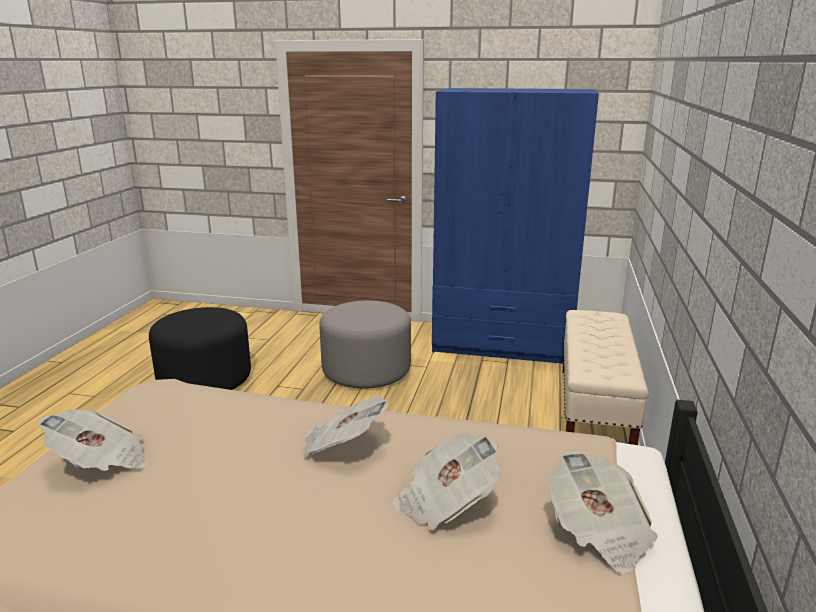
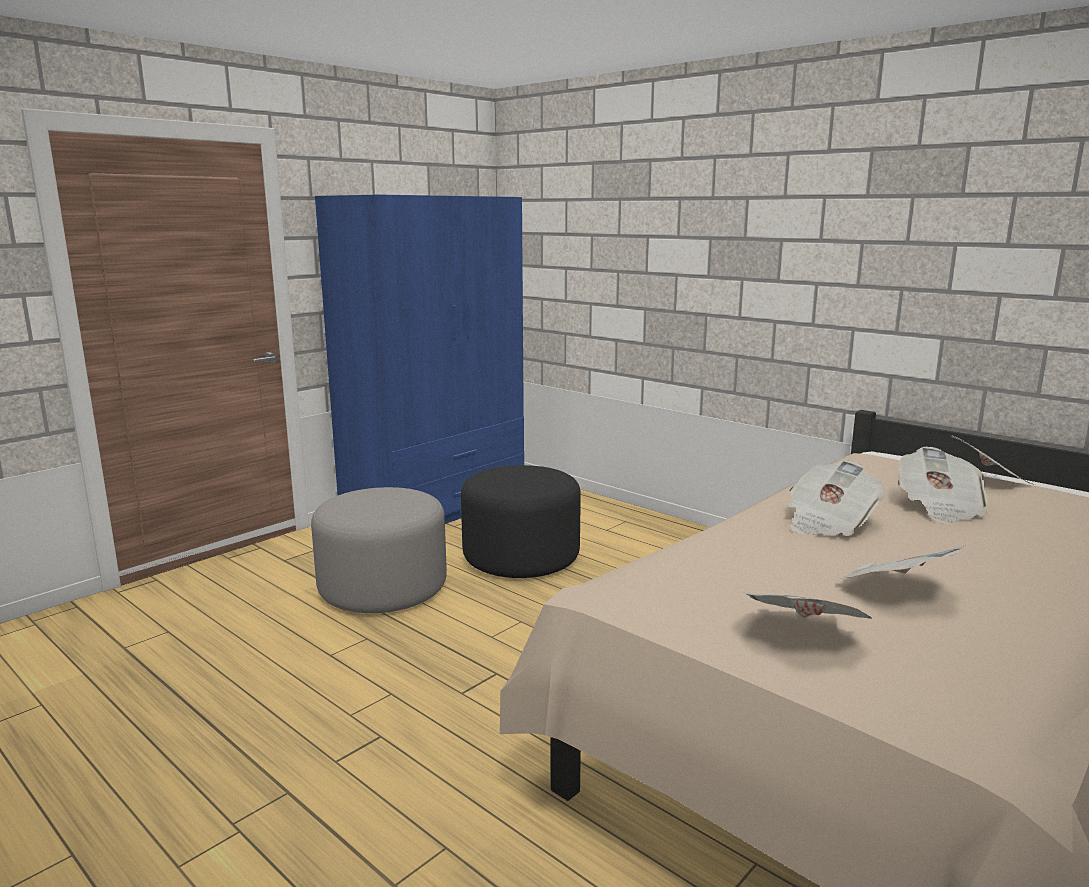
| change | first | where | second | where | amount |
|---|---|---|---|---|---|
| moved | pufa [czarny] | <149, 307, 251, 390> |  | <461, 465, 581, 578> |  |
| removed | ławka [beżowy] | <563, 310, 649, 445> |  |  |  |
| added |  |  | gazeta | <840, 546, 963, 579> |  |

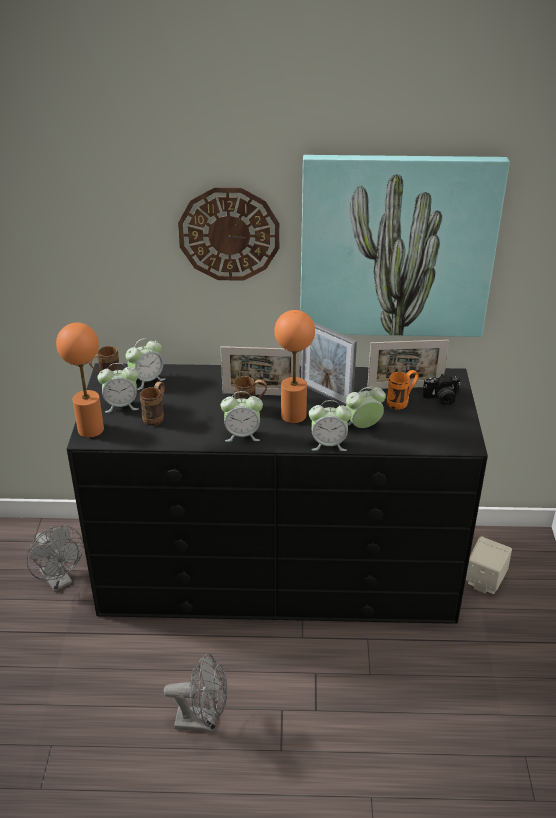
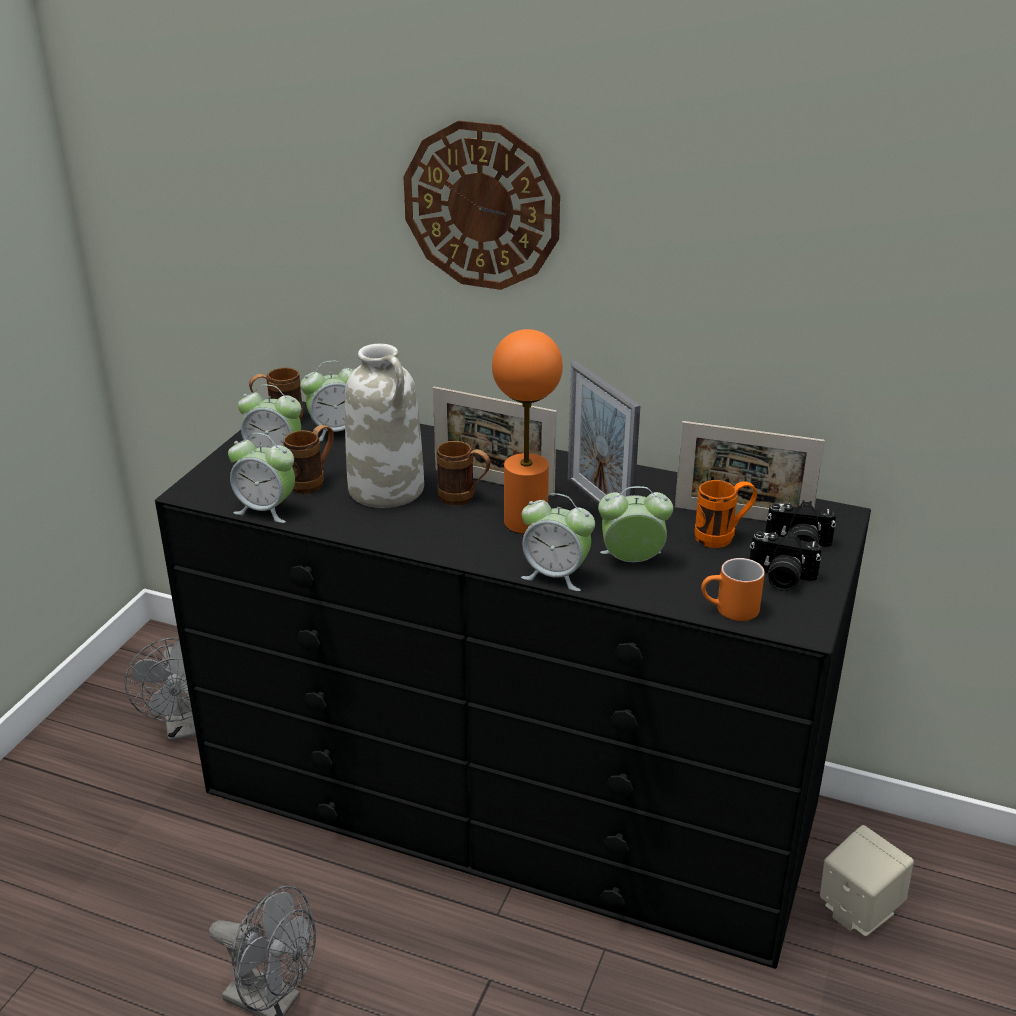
| change | first | where | second | where | amount |
|---|---|---|---|---|---|
| removed | obraz | <300, 155, 510, 337> |  |  |  |
| removed | lampa stołowa [pomarańczowy] | <56, 323, 104, 438> |  |  |  |
| moved | budzik | <221, 391, 263, 442> |  | <228, 433, 295, 523> |  |
| added |  |  | wazon [biały] | <345, 344, 424, 508> |  |
| added |  |  | aparat fotograficzny | <750, 531, 822, 591> |  |
| added |  |  | kubek [pomarańczowy] | <701, 558, 765, 621> |  |

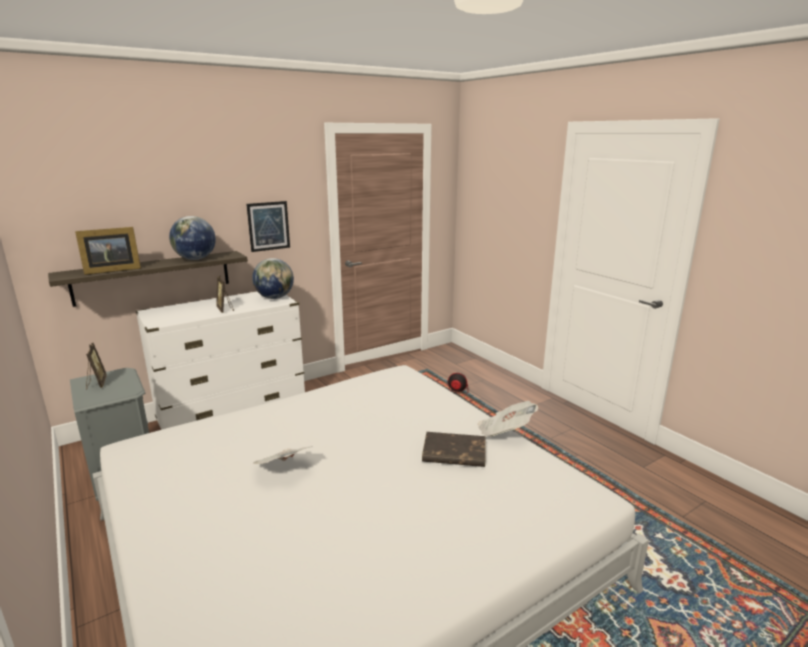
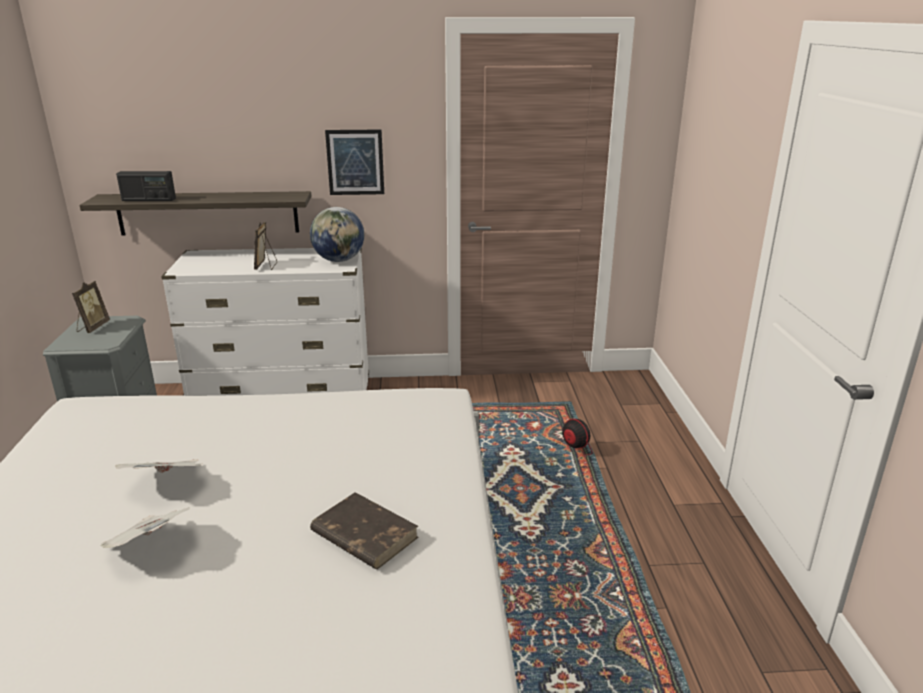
| change | first | where | second | where | amount |
|---|---|---|---|---|---|
| removed | globus | <169, 216, 216, 260> |  |  |  |
| replaced | ramka na zdjęcie | <75, 227, 141, 275> | radio | <116, 171, 176, 201> |  |
| moved | gazeta | <478, 401, 538, 437> |  | <100, 507, 189, 548> |  |

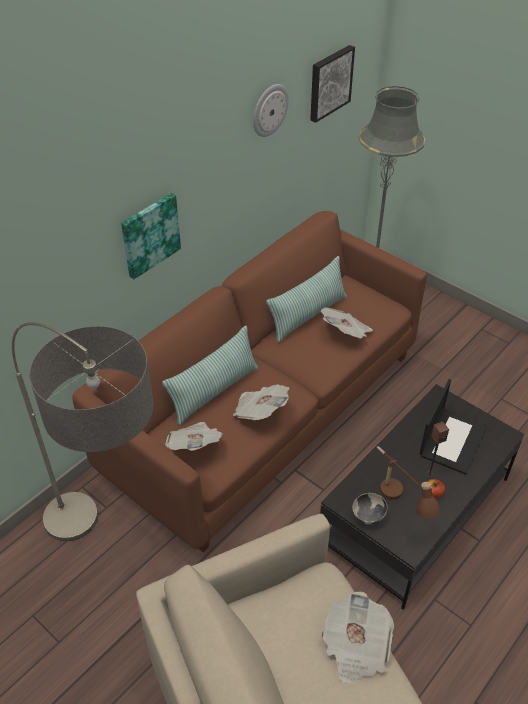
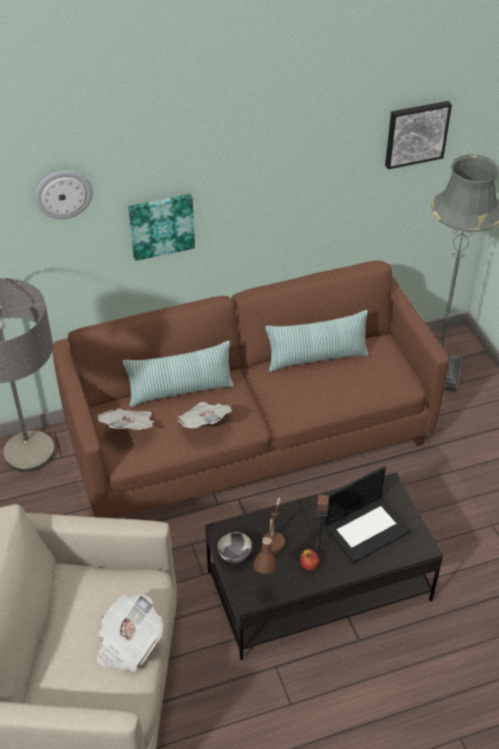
| change | first | where | second | where | amount |
|---|---|---|---|---|---|
| moved | zegar ścienny | <253, 84, 289, 137> |  | <35, 170, 93, 219> |  |
| removed | gazeta | <321, 307, 373, 339> |  |  |  |

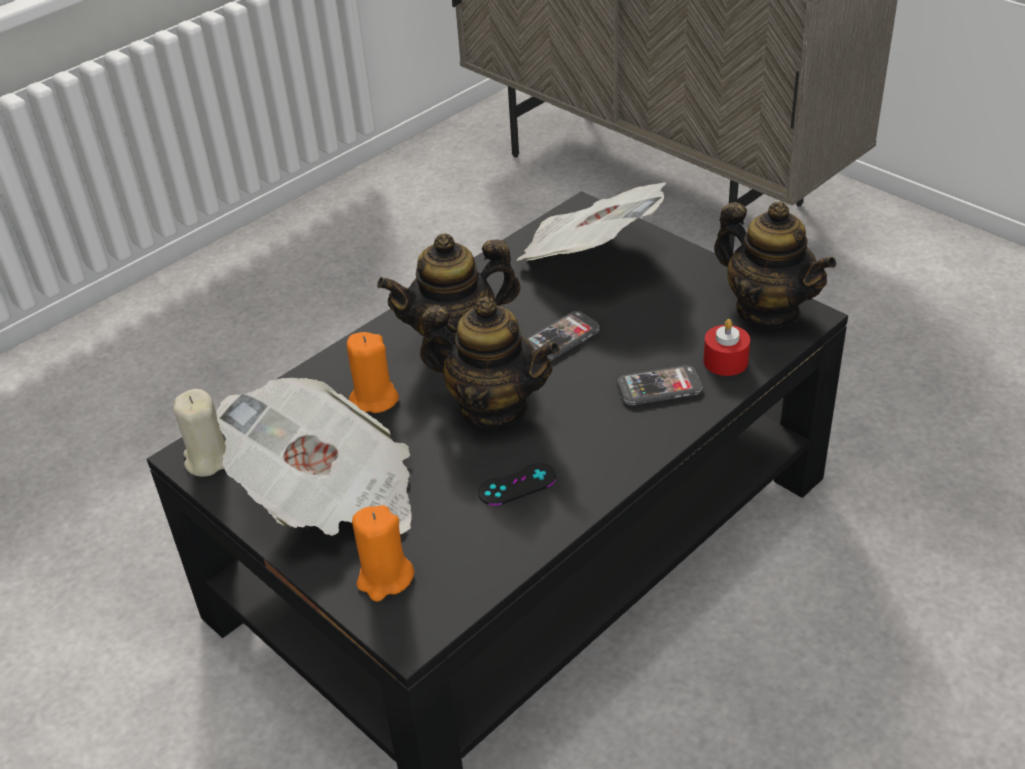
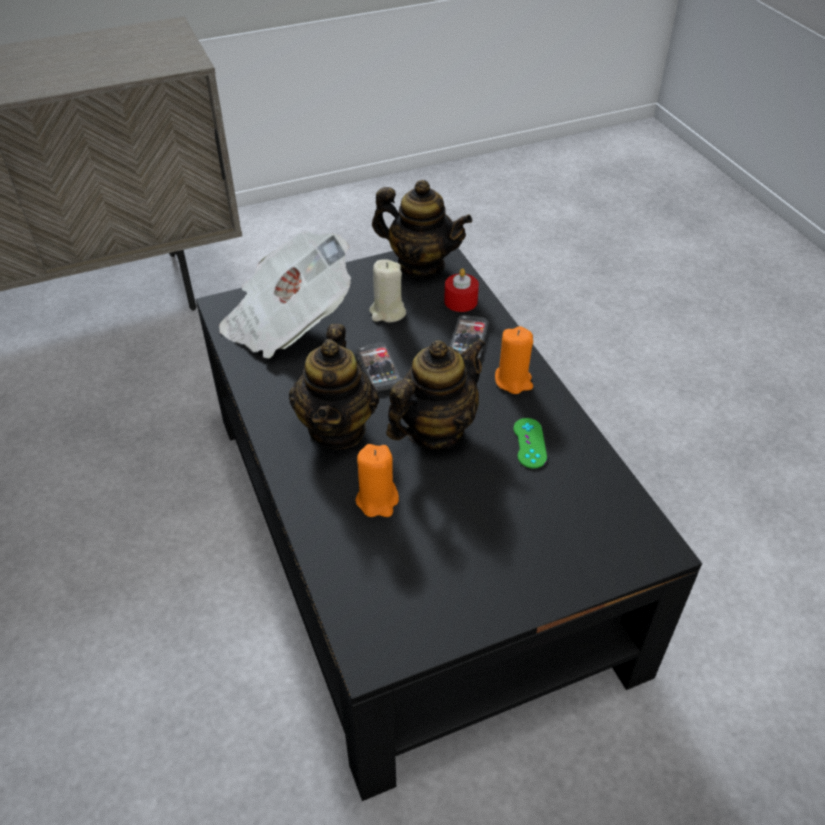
| change | first | where | second | where | amount |
|---|---|---|---|---|---|
| turned | imbryk | <714, 201, 836, 328> |  | <372, 180, 473, 277> | 45 degrees clockwise |
| removed | gazeta | <216, 378, 412, 536> |  |  |  |
| moved | świeca [beżowy] | <173, 389, 226, 477> |  | <369, 259, 406, 323> |  |
| recoloured | pad do gier [czarny] | <478, 463, 556, 506> | pad do gier [zielony] | <513, 418, 547, 468> |  |
| moved | świeca [pomarańczowy] | <352, 505, 414, 601> |  | <495, 326, 533, 394> |  |

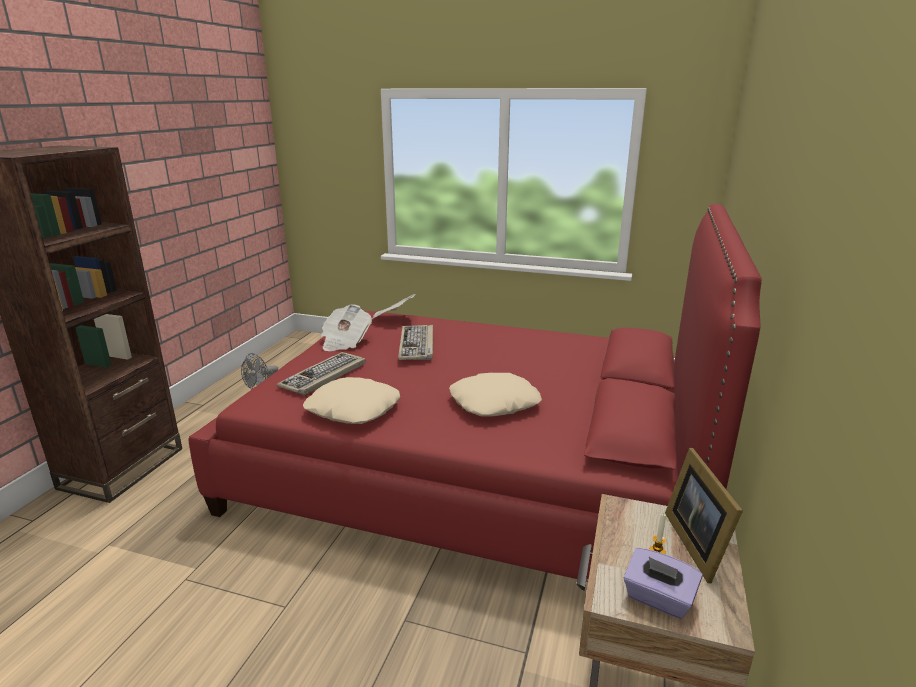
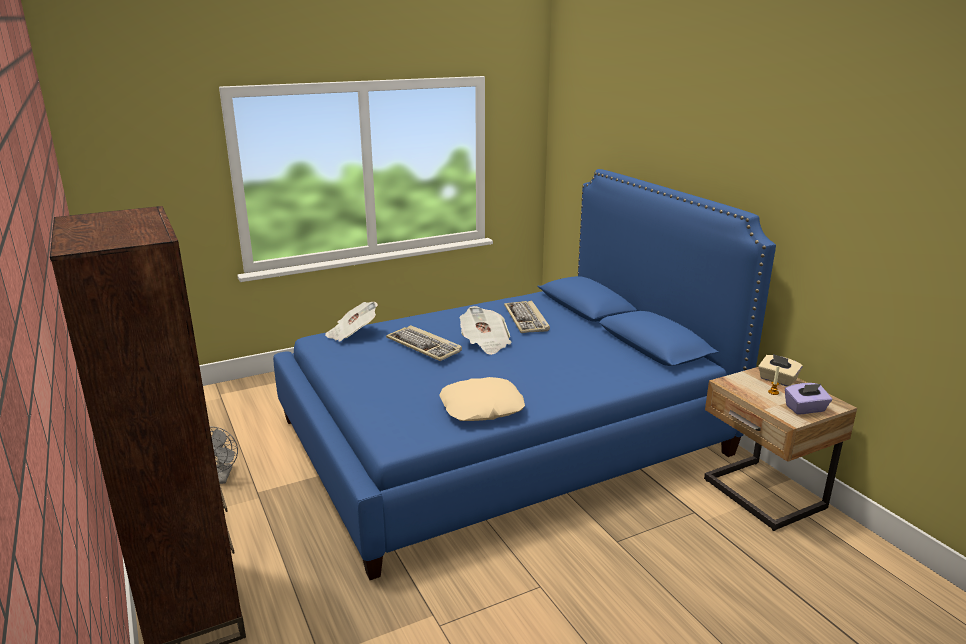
| change | first | where | second | where | amount |
|---|---|---|---|---|---|
| recoloured | łóżko [czerwony] | <188, 203, 762, 582> | łóżko [niebieski] | <273, 169, 776, 580> |  |
| moved | gazeta | <321, 304, 372, 351> |  | <460, 306, 512, 355> |  |
| moved | klawiatura | <277, 352, 366, 395> |  | <504, 300, 550, 333> |  |
| removed | poduszka [beżowy] | <449, 373, 542, 417> |  |  |  |
| replaced | ramka na zdjęcie | <665, 448, 743, 584> | pudełko chusteczek [beżowy] | <758, 354, 803, 387> |  |

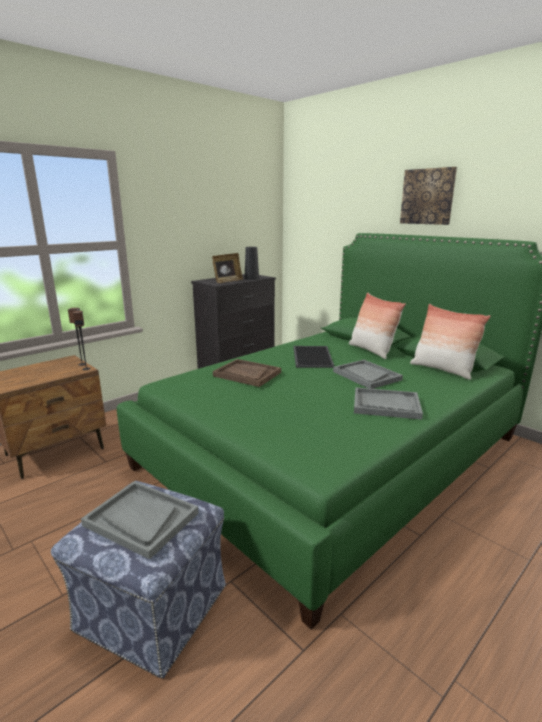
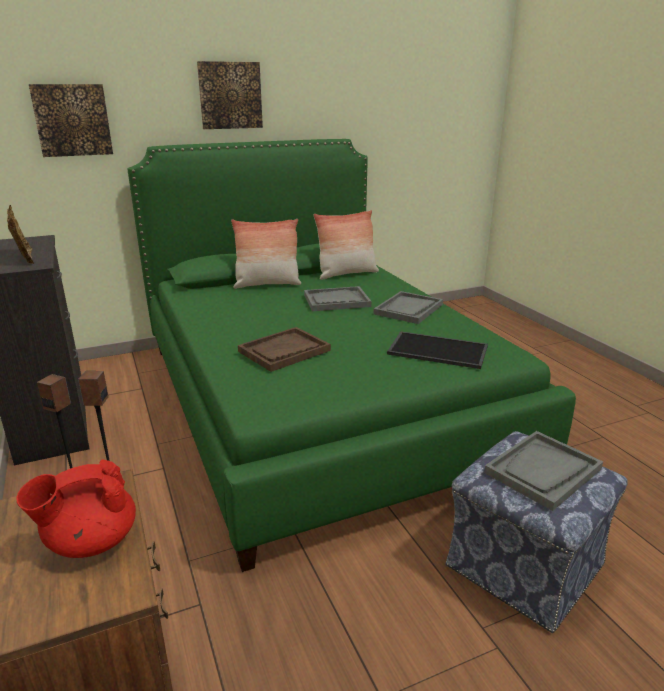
| change | first | where | second | where | amount |
|---|---|---|---|---|---|
| removed | wazon [czarny] | <245, 247, 259, 280> |  |  |  |
| moved | taca | <293, 346, 334, 368> |  | <387, 331, 488, 369> |  |
| added |  |  | obraz | <29, 84, 113, 157> |  |
| added |  |  | imbryk [czerwony] | <16, 460, 136, 558> |  |

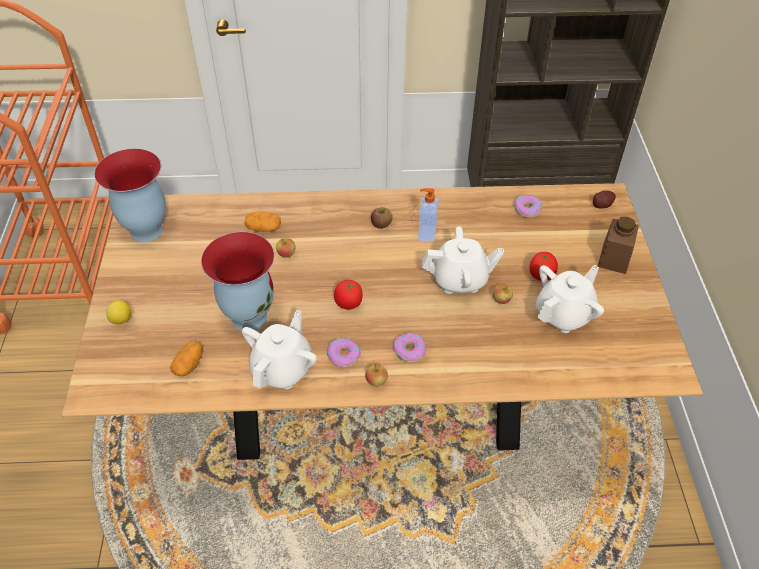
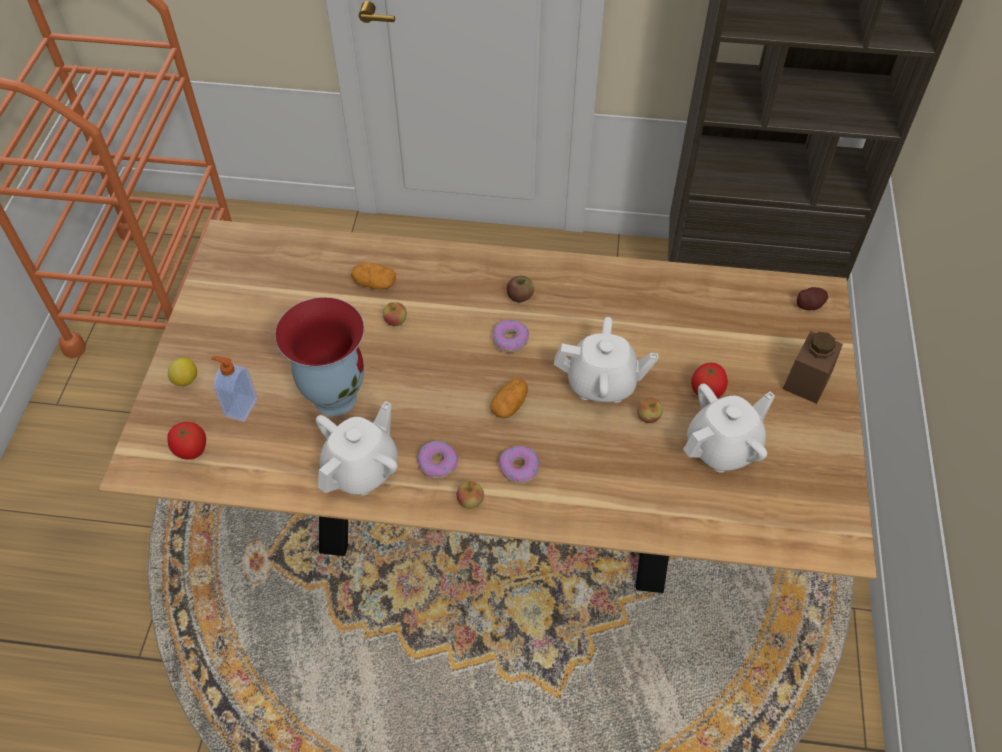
| change | first | where | second | where | amount |
|---|---|---|---|---|---|
| removed | wazon | <94, 149, 166, 242> |  |  |  |
| moved | dozownik mydła | <418, 188, 439, 242> |  | <211, 356, 258, 422> |  |
| moved | donut | <514, 195, 542, 218> |  | <493, 320, 529, 353> |  |
| moved | pomidor | <334, 280, 363, 309> |  | <167, 422, 206, 460> |  |
| moved | ziemniak | <170, 340, 203, 376> |  | <490, 378, 528, 418> |  |

